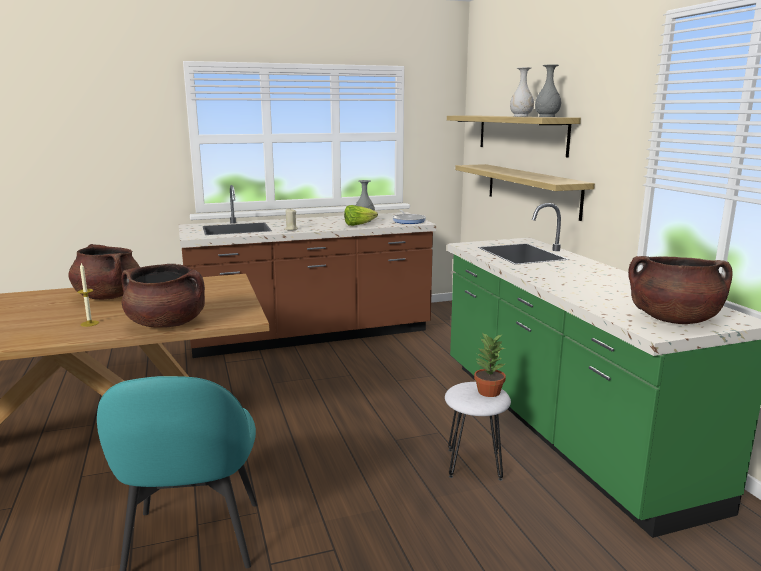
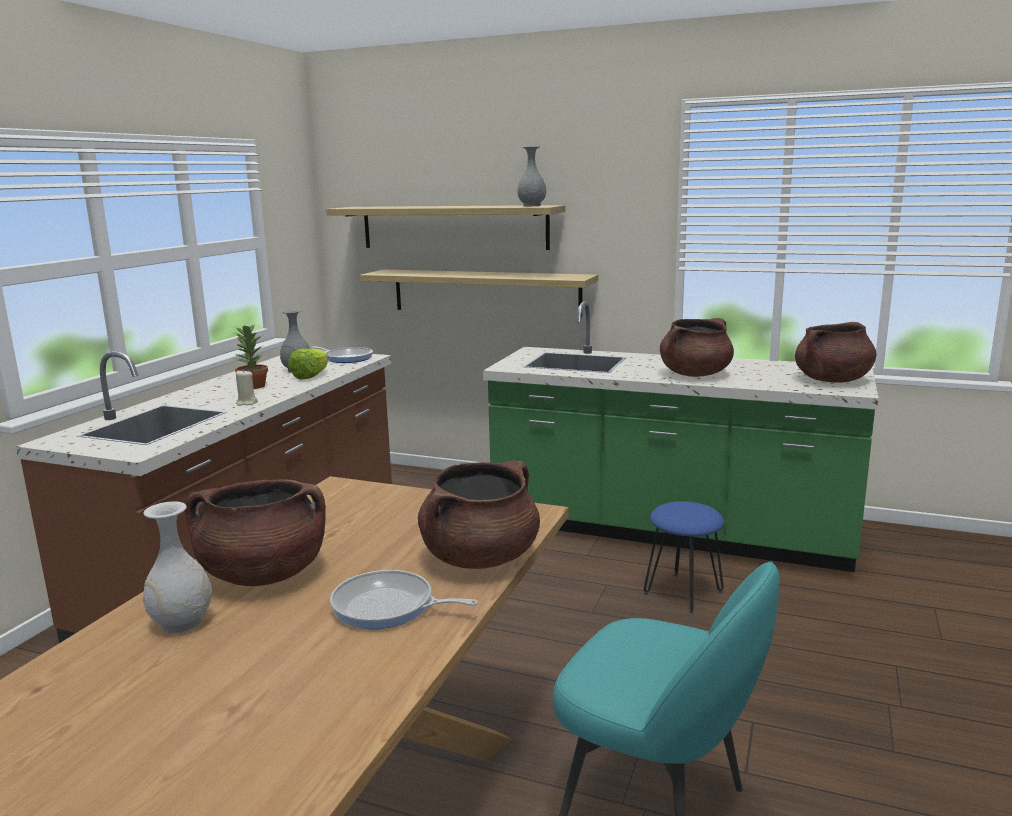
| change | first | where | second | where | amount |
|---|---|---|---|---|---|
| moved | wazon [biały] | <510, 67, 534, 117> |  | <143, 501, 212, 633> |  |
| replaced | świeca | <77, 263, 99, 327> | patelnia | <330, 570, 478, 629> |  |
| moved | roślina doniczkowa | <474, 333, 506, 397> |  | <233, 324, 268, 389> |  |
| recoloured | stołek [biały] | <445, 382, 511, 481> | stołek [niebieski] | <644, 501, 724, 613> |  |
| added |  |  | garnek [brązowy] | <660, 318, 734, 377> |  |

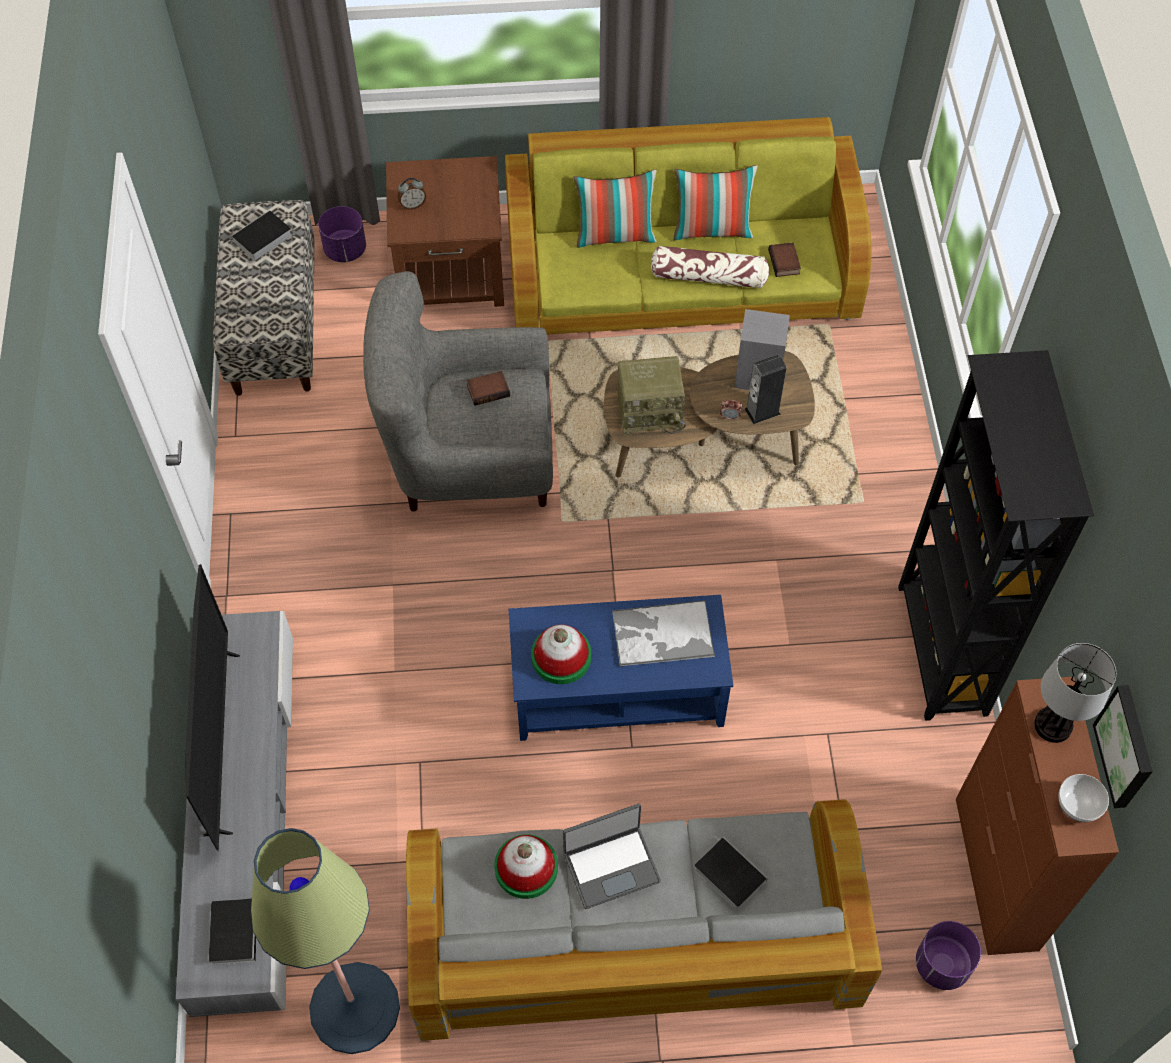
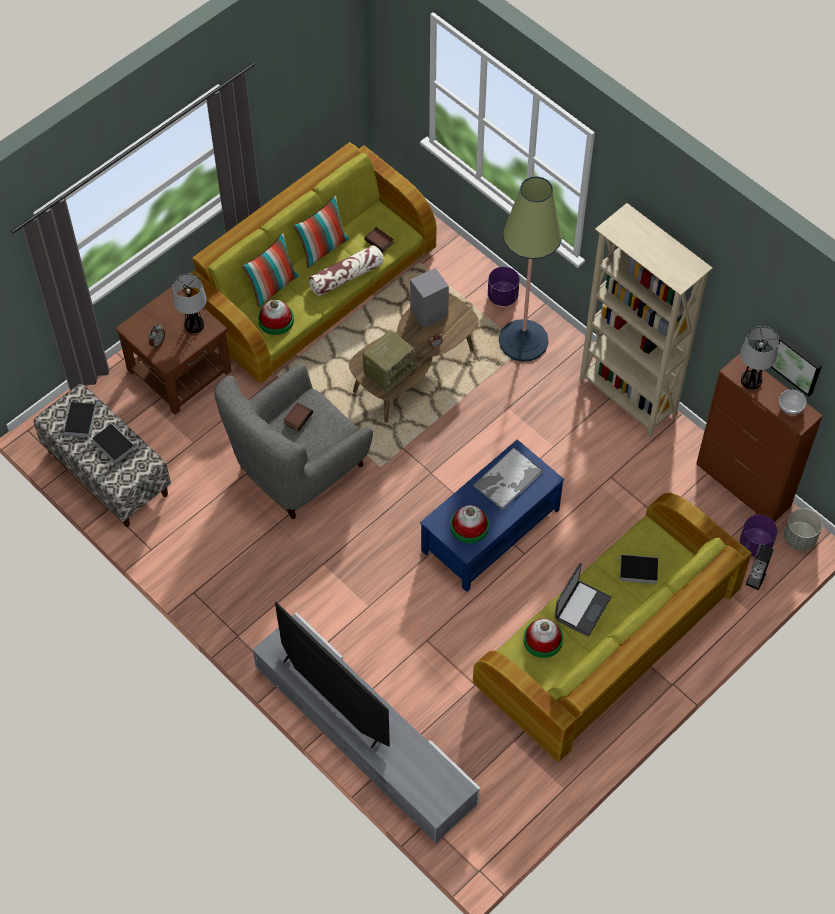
| change | first | where | second | where | amount |
|---|---|---|---|---|---|
| moved | donica [fioletowy] | <318, 206, 366, 262> |  | <488, 267, 520, 306> |  |
| recoloured | regał [czarny] | <898, 350, 1094, 721> | regał [beżowy] | <580, 203, 712, 437> |  |
| moved | głośnik | <745, 354, 786, 424> |  | <745, 544, 774, 590> |  |
| recoloured | kanapa [szary] | <406, 799, 882, 1041> | kanapa [zielony] | <473, 493, 752, 762> |  |
| moved | lampa stojąca | <251, 828, 400, 1054> |  | <499, 176, 562, 362> |  |
| moved | książka | <209, 899, 256, 965> |  | <92, 423, 135, 463> |  |
| added |  |  | lampa stołowa | <172, 274, 207, 333> |  |
| added |  |  | kapelusz | <258, 300, 294, 335> |  |
| added |  |  | donica [szary] | <784, 508, 822, 551> |  |

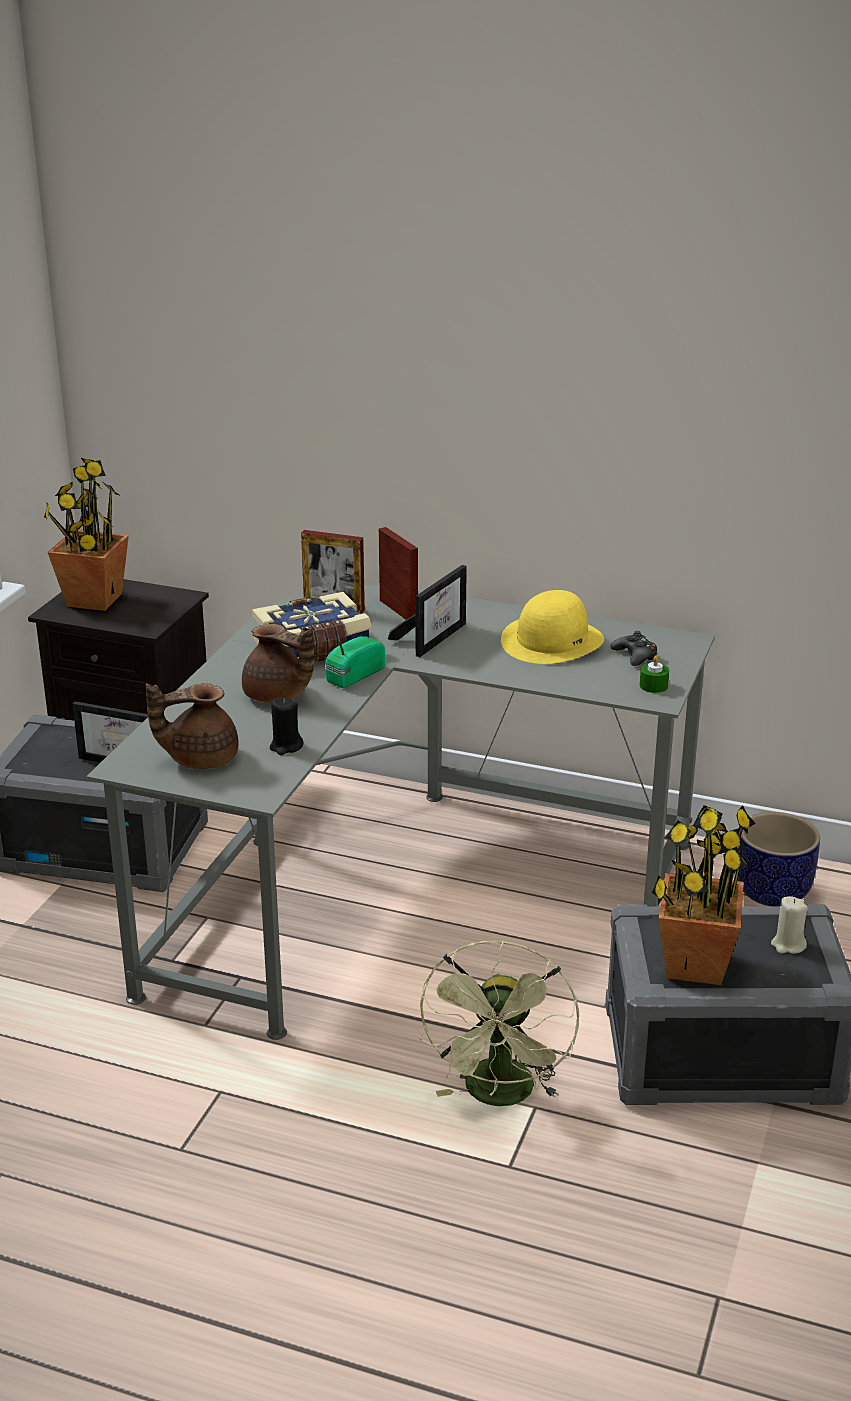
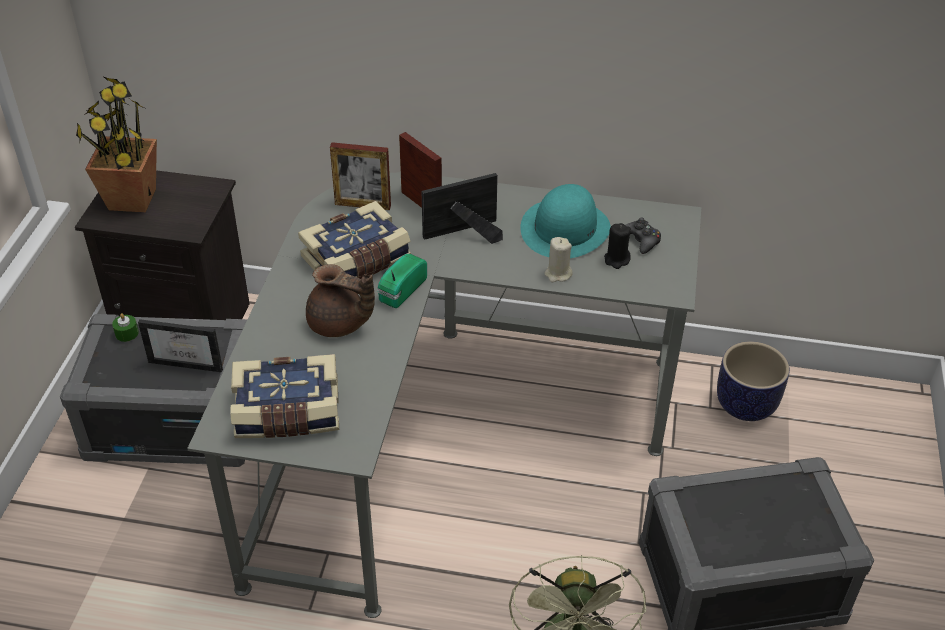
| change | first | where | second | where | amount |
|---|---|---|---|---|---|
| turned | ramka na zdjęcie | <388, 565, 467, 657> |  | <421, 173, 503, 244> | 135 degrees counterclockwise |
| recoloured | kapelusz [żółty] | <501, 590, 604, 664> | kapelusz [turkusowy] | <520, 184, 611, 258> |  |
| moved | świeca [zielony] | <639, 655, 669, 693> |  | <112, 313, 139, 342> |  |
| replaced | imbryk [brązowy] | <146, 683, 239, 769> | książka | <230, 354, 339, 438> |  |
| moved | świeca [czarny] | <270, 698, 303, 755> |  | <604, 223, 631, 269> |  |
| removed | roślina doniczkowa | <651, 805, 756, 985> |  |  |  |
| moved | świeca [beżowy] | <771, 896, 808, 954> |  | <544, 237, 572, 282> |  |

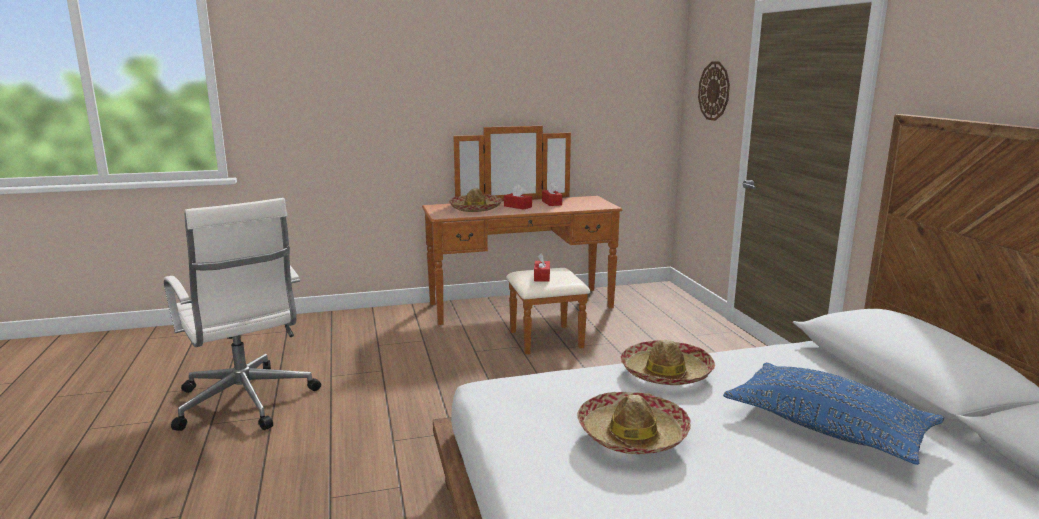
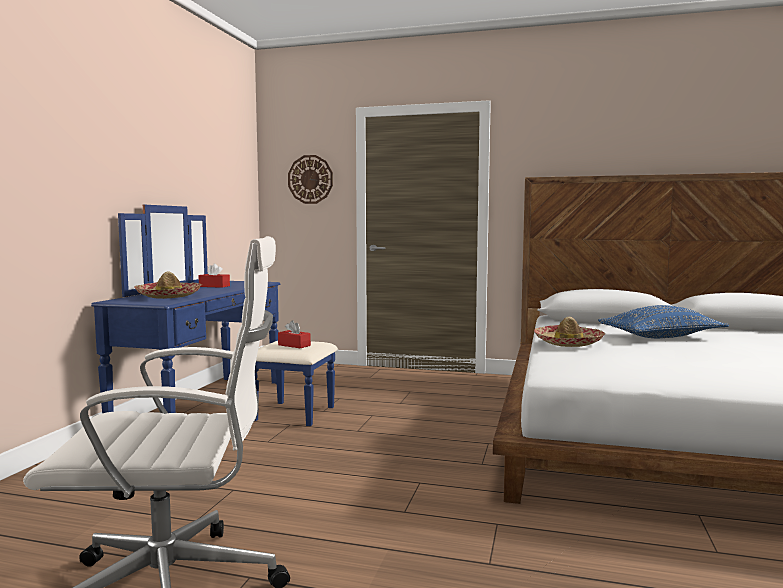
| change | first | where | second | where | amount |
|---|---|---|---|---|---|
| recoloured | komoda [brązowy] | <422, 126, 623, 355> | komoda [niebieski] | <91, 205, 338, 426> |  |
| removed | pudełko chusteczek [czerwony] | <504, 185, 532, 210> |  |  |  |
| removed | kapelusz | <577, 392, 691, 454> |  |  |  |

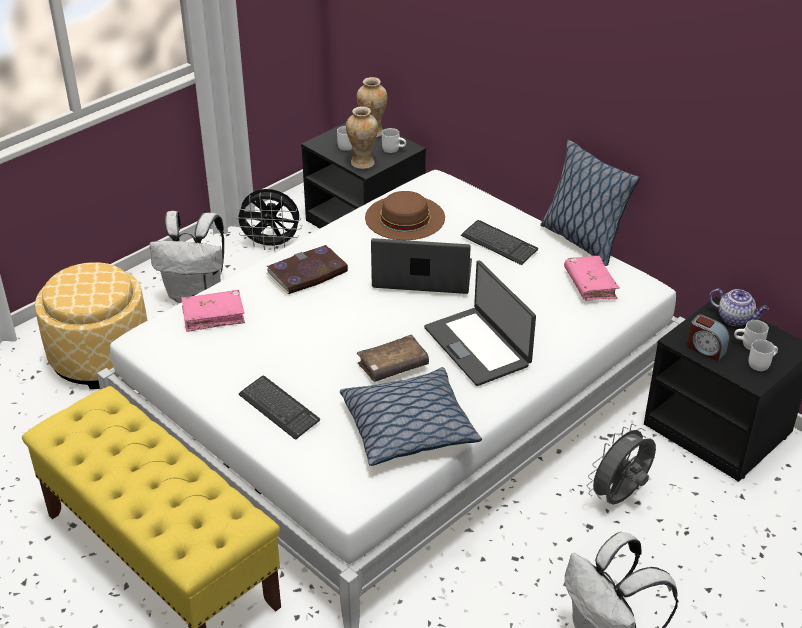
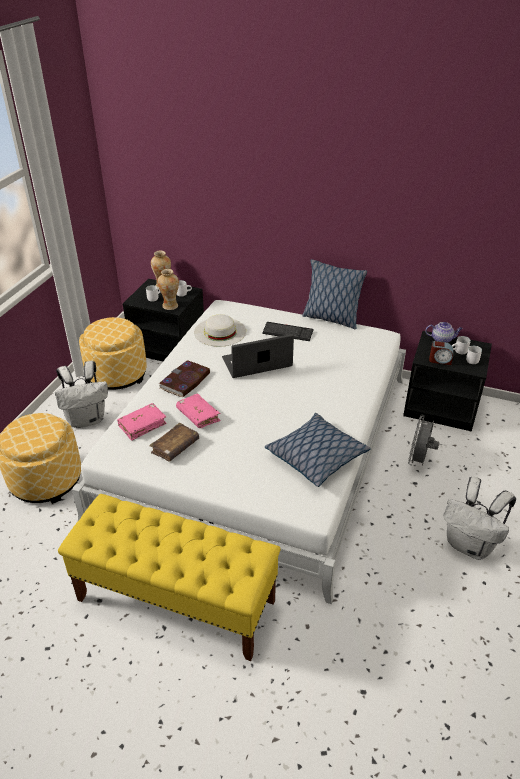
| change | first | where | second | where | amount |
|---|---|---|---|---|---|
| replaced | wentylator [czarny] | <234, 189, 302, 250> | pufa | <79, 317, 147, 390> |  |
| recoloured | kapelusz [brązowy] | <365, 191, 445, 240> | kapelusz [biały] | <194, 315, 246, 347> |  |
| moved | książka [różowy] | <564, 256, 620, 300> |  | <176, 393, 221, 428> |  |
| removed | laptop | <424, 260, 536, 386> |  |  |  |
| moved | książka [brązowy] | <357, 334, 429, 382> |  | <149, 423, 199, 461> |  |
| removed | klawiatura | <239, 376, 320, 440> |  |  |  |

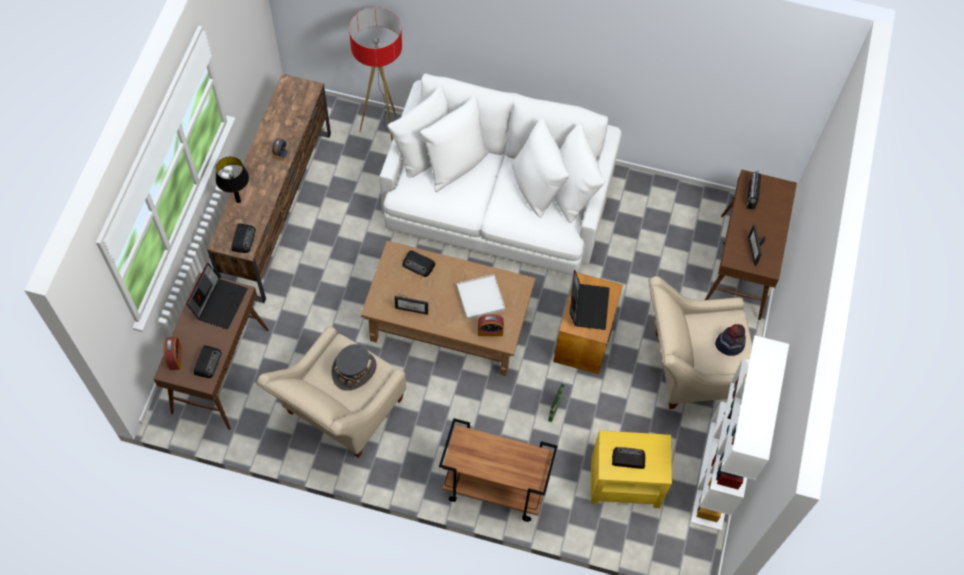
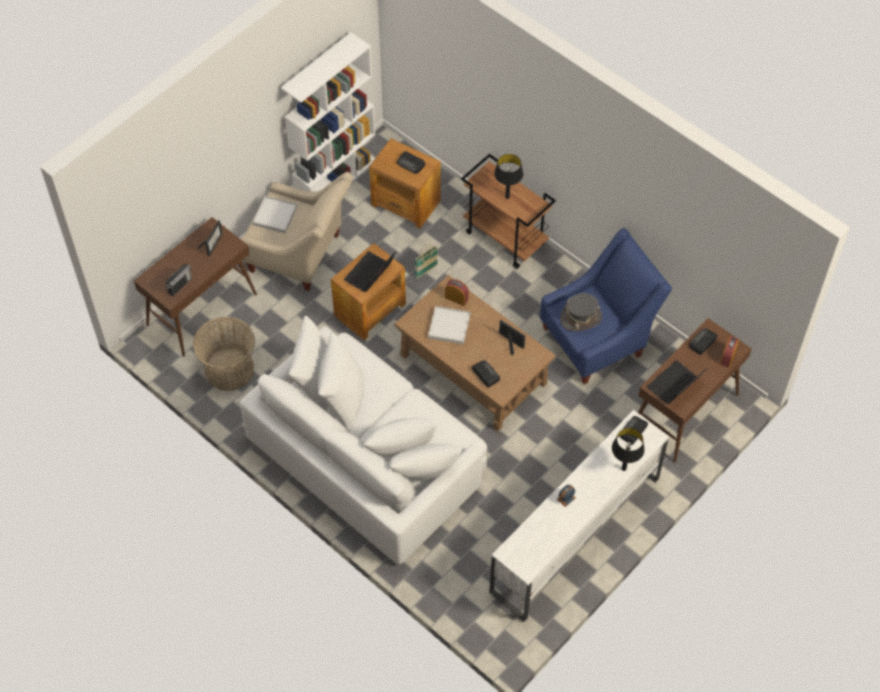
| change | first | where | second | where | amount |
|---|---|---|---|---|---|
| removed | lampa stojąca | <349, 7, 402, 141> |  |  |  |
| recoloured | szafka pod telewizor [brązowy] | <207, 74, 331, 303> | szafka pod telewizor [biały] | <489, 410, 669, 622> |  |
| replaced | kapelusz | <715, 324, 746, 356> | taca [biały] | <253, 196, 297, 233> |  |
| recoloured | fotel [beżowy] | <257, 326, 406, 458> | fotel [niebieski] | <540, 228, 672, 384> |  |
| recoloured | stolik [żółty] | <590, 430, 672, 508> | stolik [brązowy] | <369, 139, 441, 228> |  |
| added |  |  | lampa stołowa [czarny] | <494, 154, 523, 199> |  |
| added |  |  | koszyk | <193, 317, 255, 391> |  |

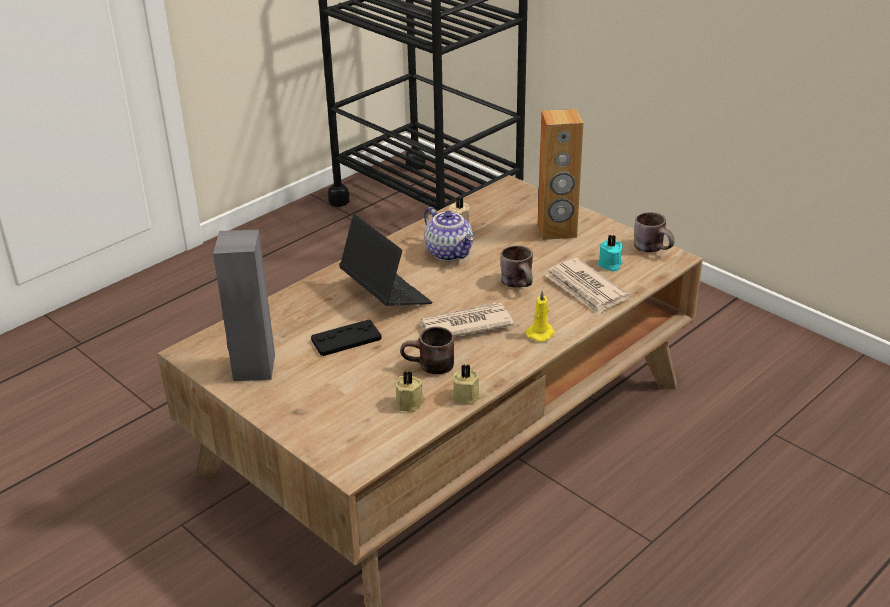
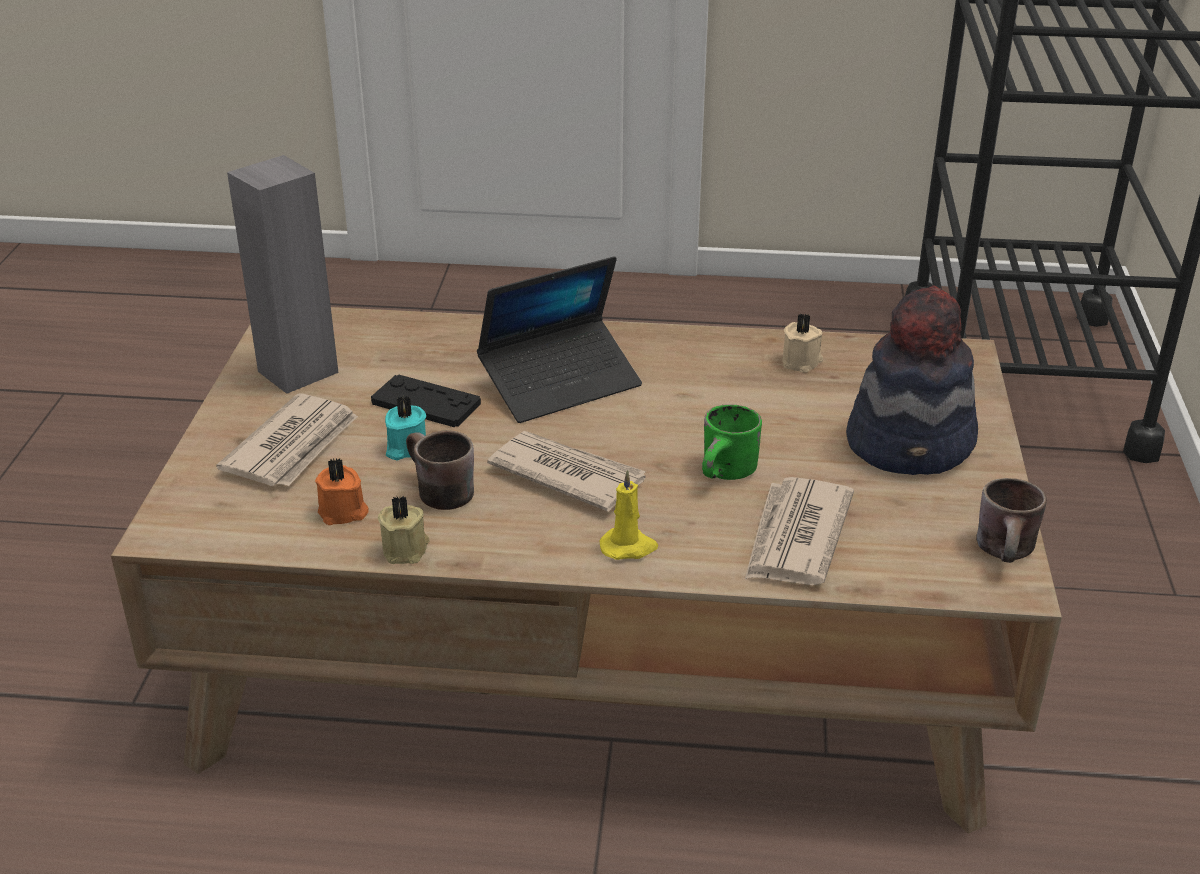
| change | first | where | second | where | amount |
|---|---|---|---|---|---|
| replaced | głośnik [brązowy] | <538, 109, 583, 240> | kapelusz | <846, 285, 978, 475> |  |
| removed | imbryk | <424, 207, 474, 261> |  |  |  |
| turned | laptop | <339, 214, 432, 306> |  | <477, 256, 642, 423> | 45 degrees clockwise |
| moved | świeca [turkusowy] | <597, 235, 623, 271> |  | <385, 396, 426, 460> |  |
| recoloured | kubek [brązowy] | <500, 246, 533, 288> | kubek [zielony] | <702, 404, 762, 480> |  |
| recoloured | świeca [beżowy] | <394, 371, 425, 412> | świeca [pomarańczowy] | <315, 458, 368, 525> |  |
| added |  |  | gazeta | <216, 393, 358, 486> |  |

